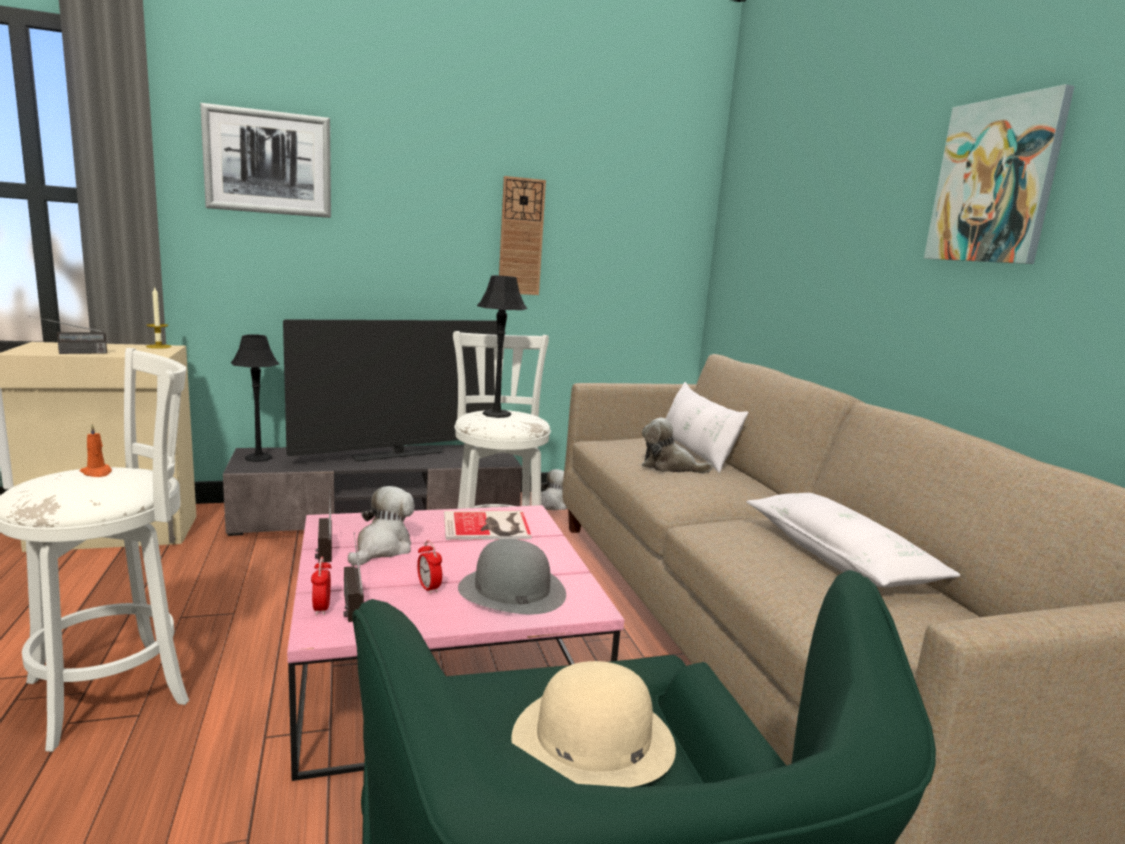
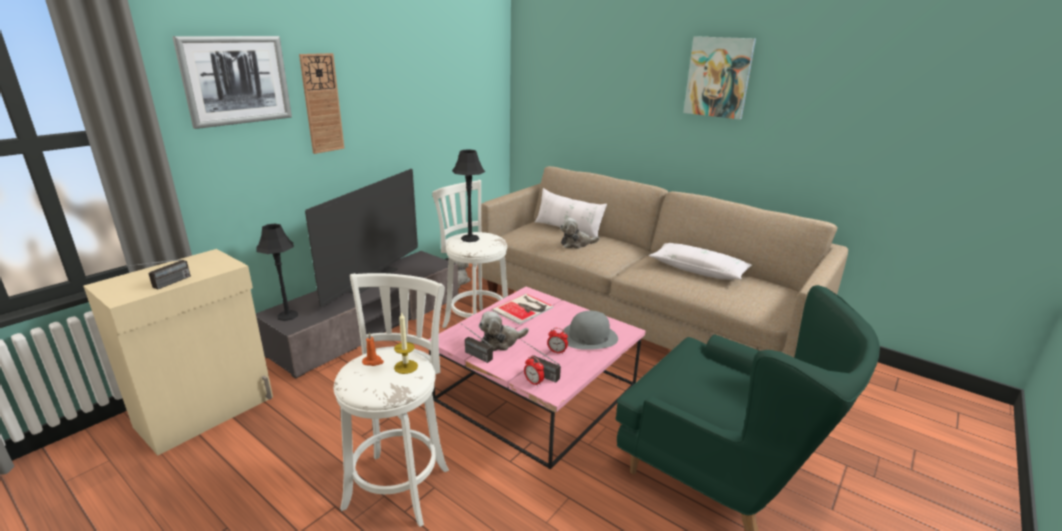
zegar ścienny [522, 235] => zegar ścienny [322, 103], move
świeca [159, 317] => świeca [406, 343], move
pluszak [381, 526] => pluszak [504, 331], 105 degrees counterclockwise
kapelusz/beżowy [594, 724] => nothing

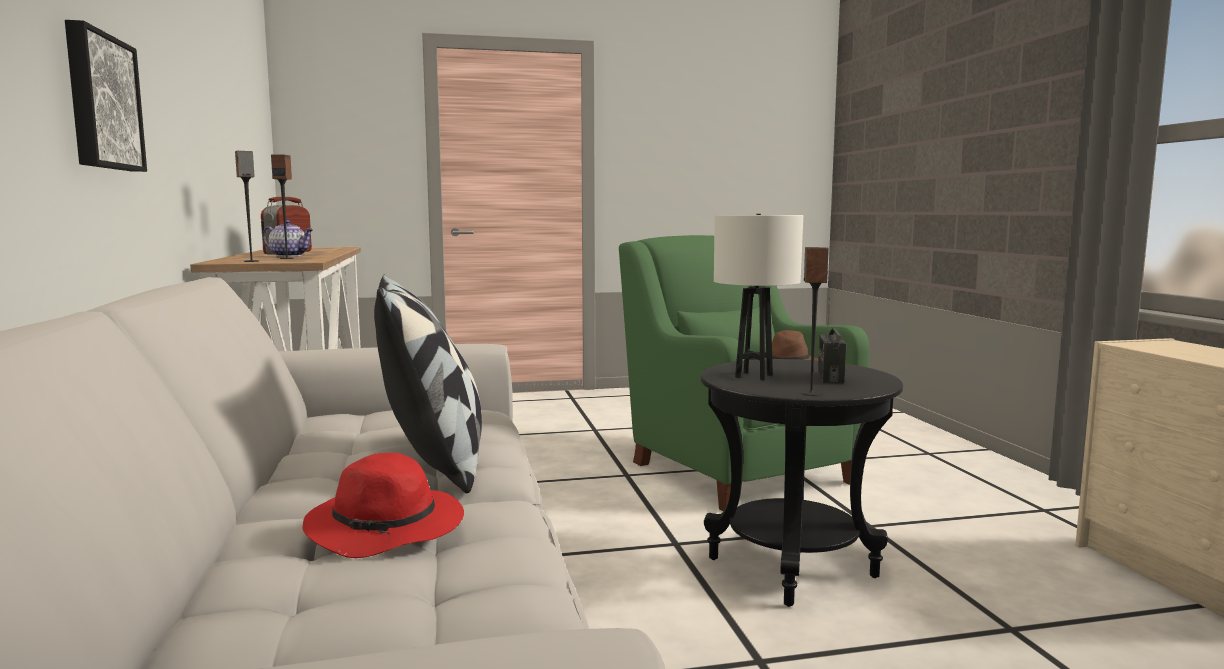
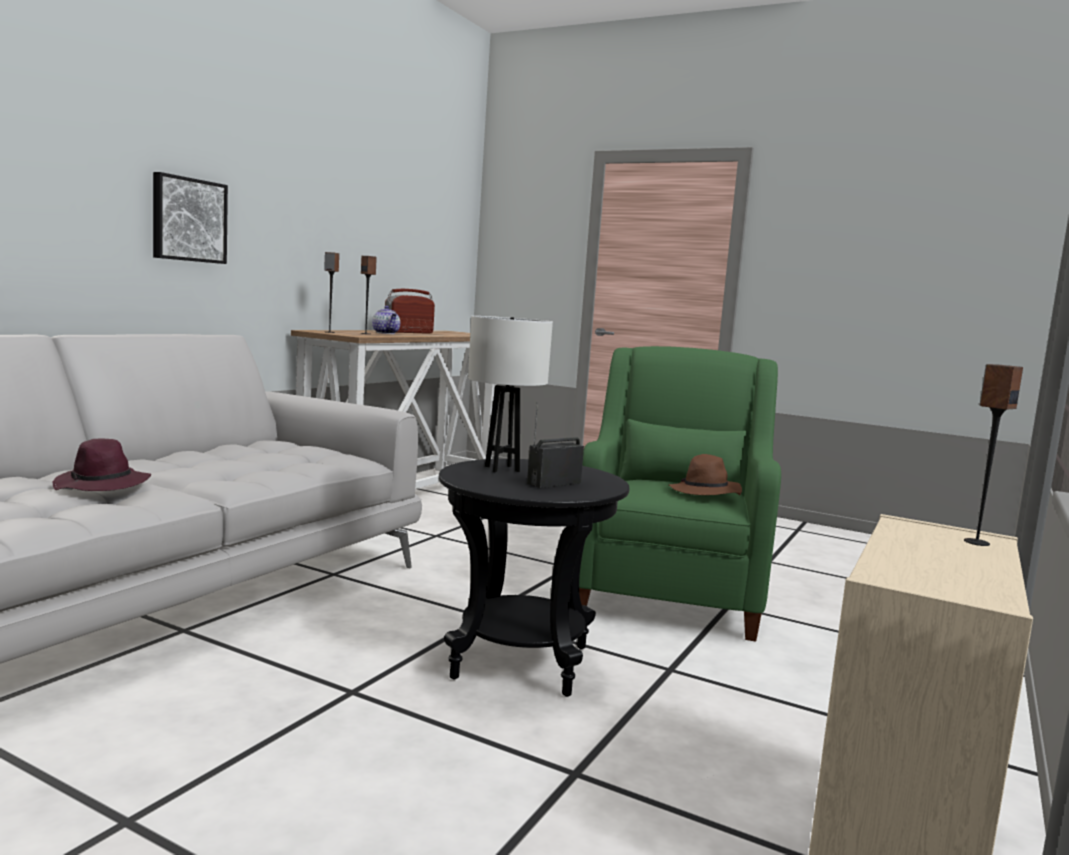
kapelusz/czerwony [383, 505] => kapelusz/fioletowy [101, 465]
głośnik [815, 321] => głośnik [993, 455], move
poduszka [428, 384] => nothing

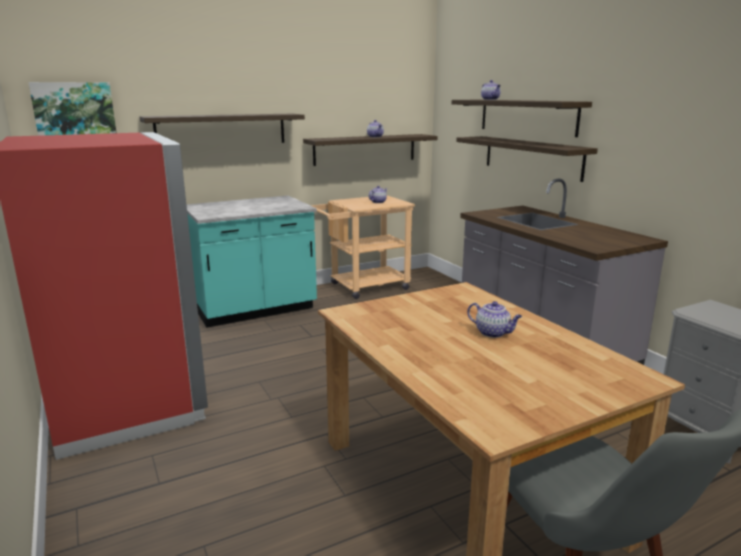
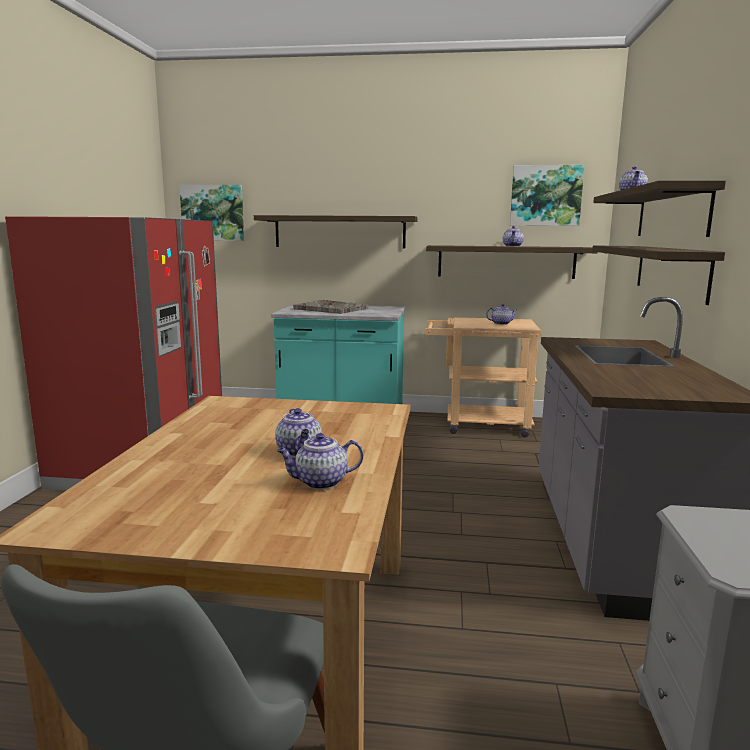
nothing => imbryk [320, 461]
nothing => taca/szary [331, 307]
nothing => obraz [547, 195]

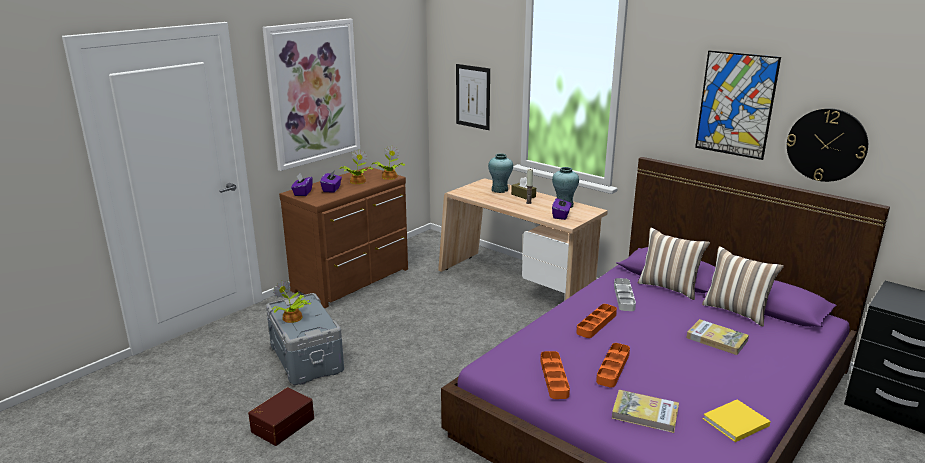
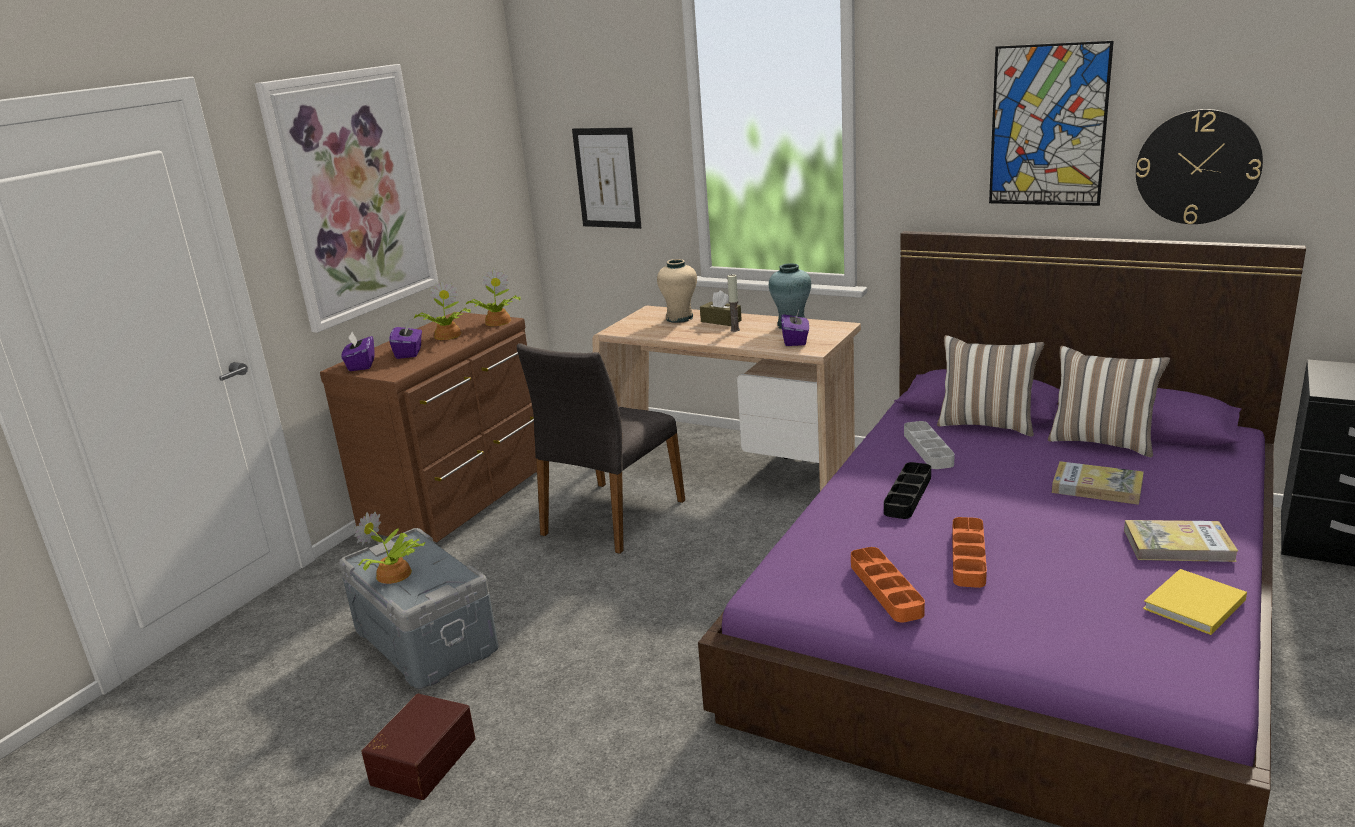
nothing => krzesło/szary [601, 448]
wazon/turkusowy [500, 173] => wazon/beżowy [677, 291]
taca/pomarańczowy [596, 321] => taca/czarny [907, 490]
książka [645, 411] => książka [1181, 541], move

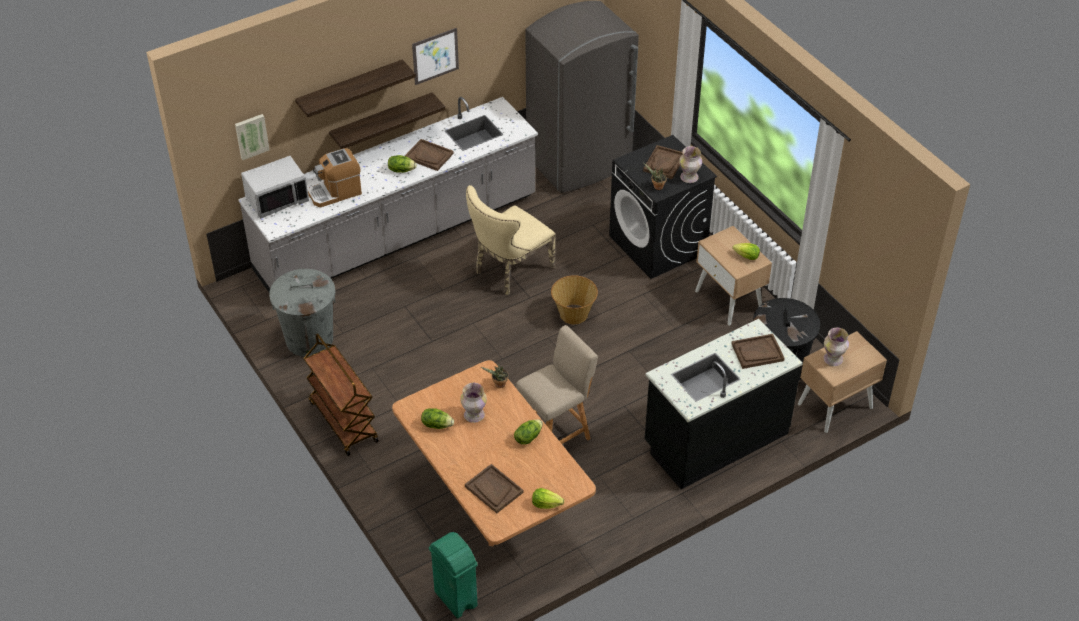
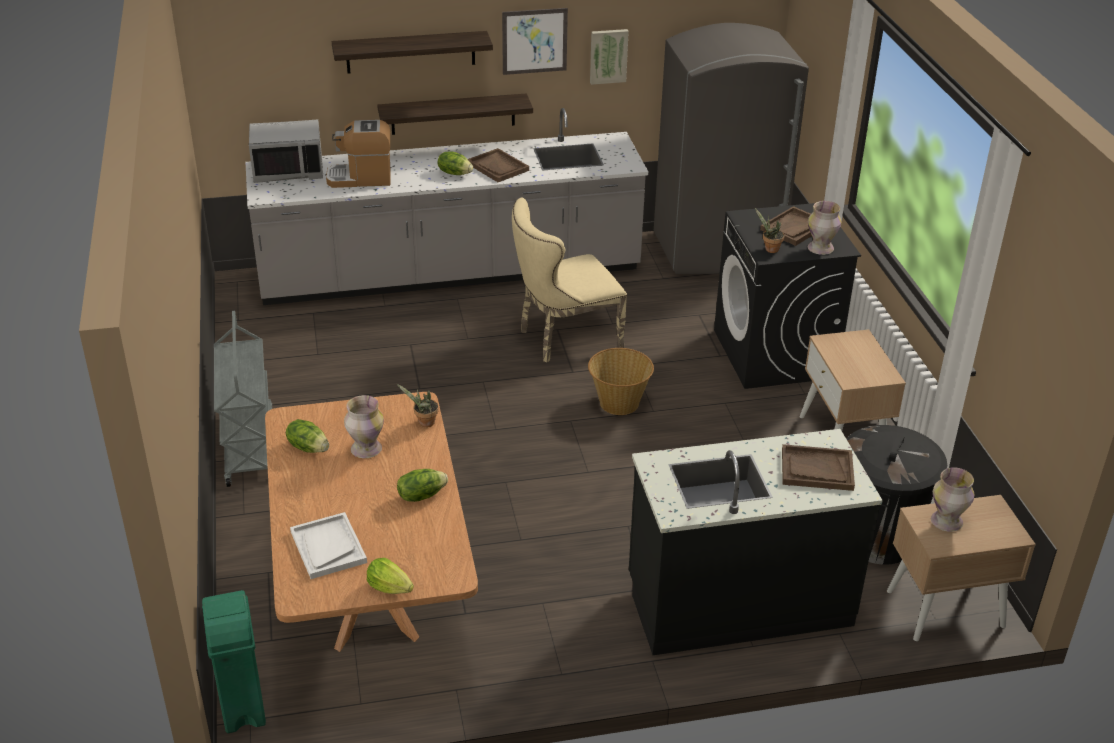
wózek/brązowy [341, 394] => wózek/szary [243, 399]
taca/brązowy [494, 488] => taca/biały [328, 545]
obraz [252, 137] => obraz [609, 57], move
kosz na śmieci/szary [302, 313] => nothing
krzesło/beżowy [557, 384] => nothing
sałata [746, 251] => nothing

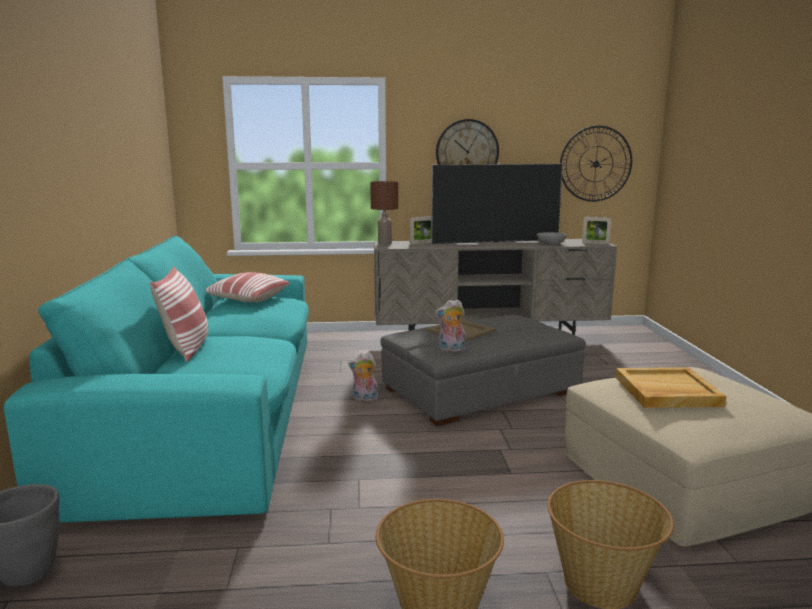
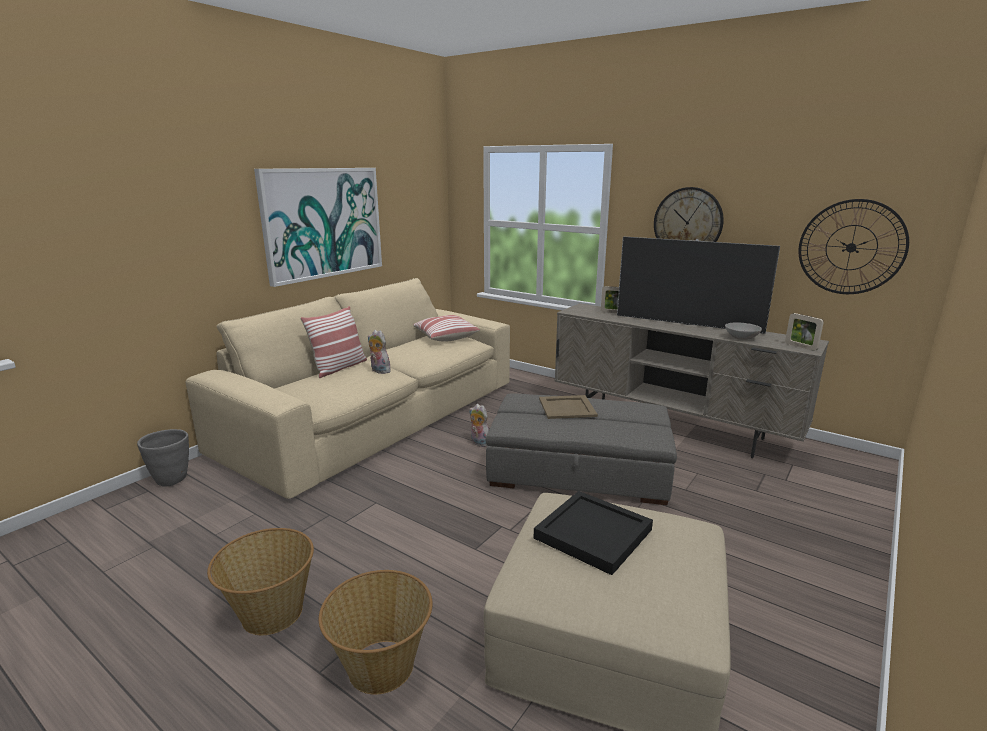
kanapa/turkusowy [156, 379] => kanapa/beżowy [348, 388]
nothing => obraz [318, 227]
pluszak [450, 325] => pluszak [379, 352], move
taca/beżowy [671, 387] => taca/czarny [593, 533]
lampa stołowa/brązowy [384, 213] => nothing

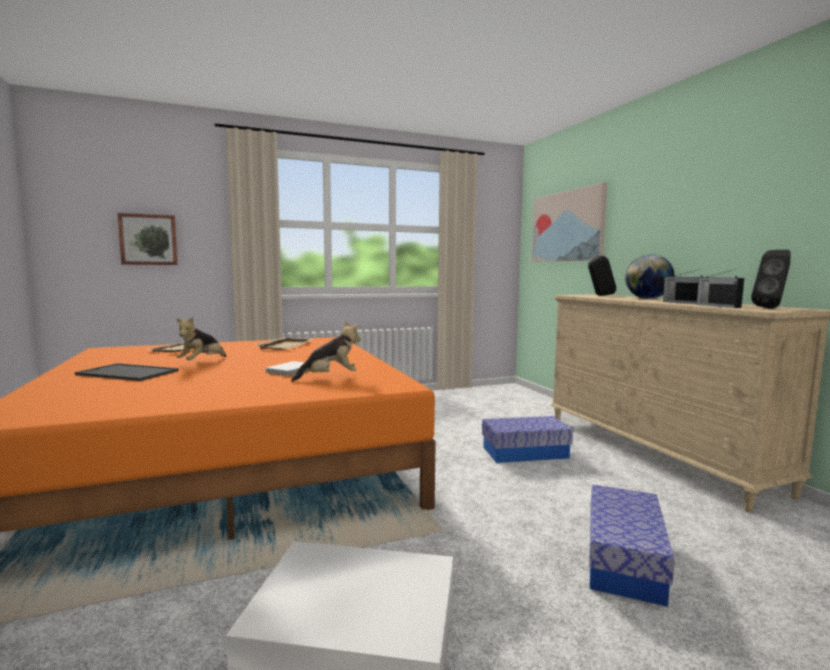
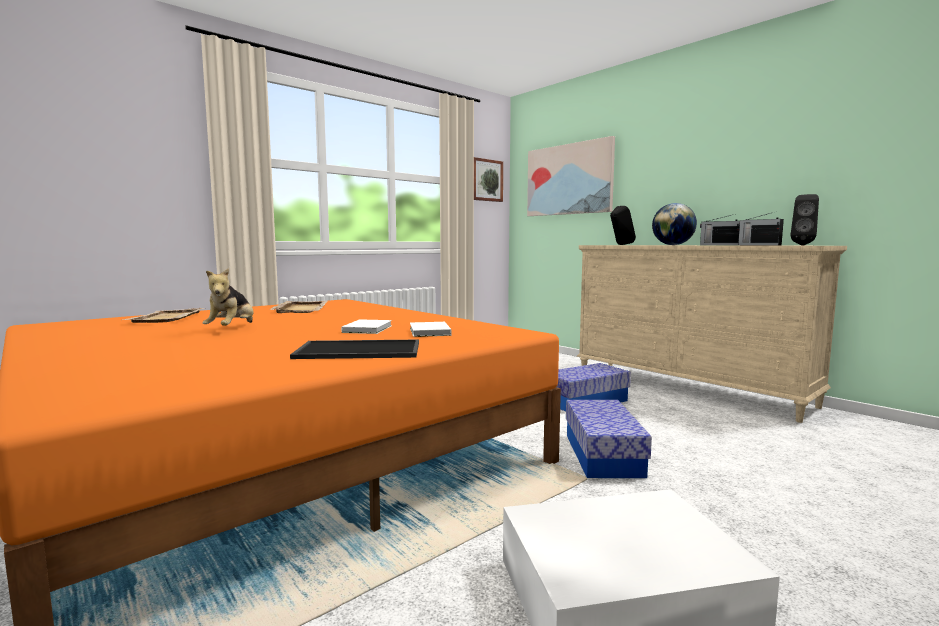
taca [127, 372] => taca [354, 349], move
pluszak [326, 352] => książka/biały [431, 329]
obraz [148, 239] => obraz [488, 179], move
pojemnik do przechowywania [632, 545] => pojemnik do przechowywania [609, 439], move

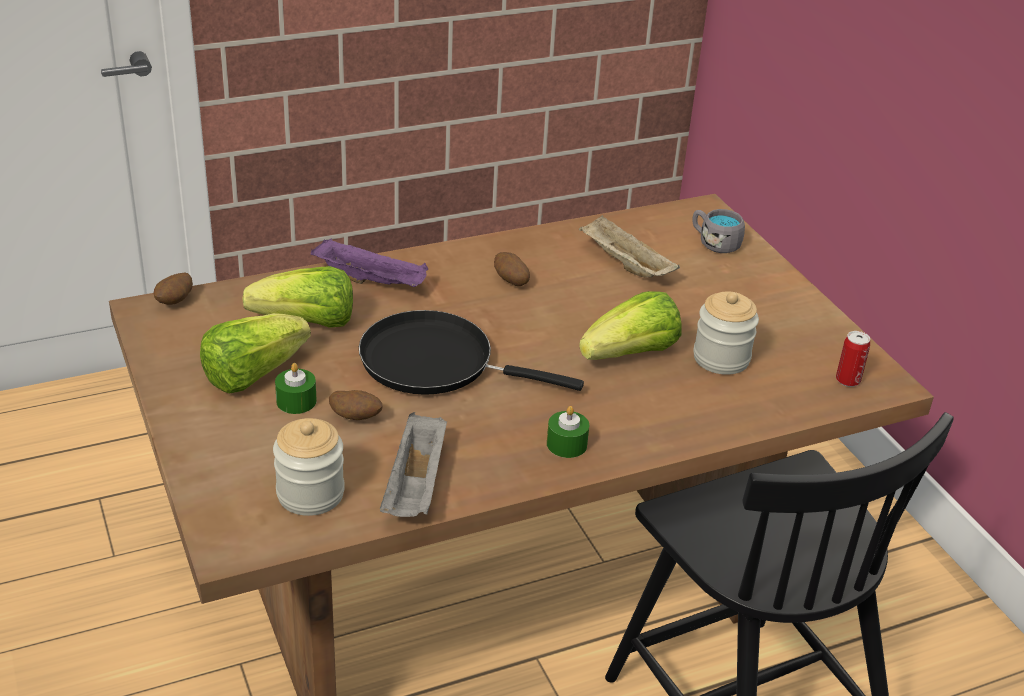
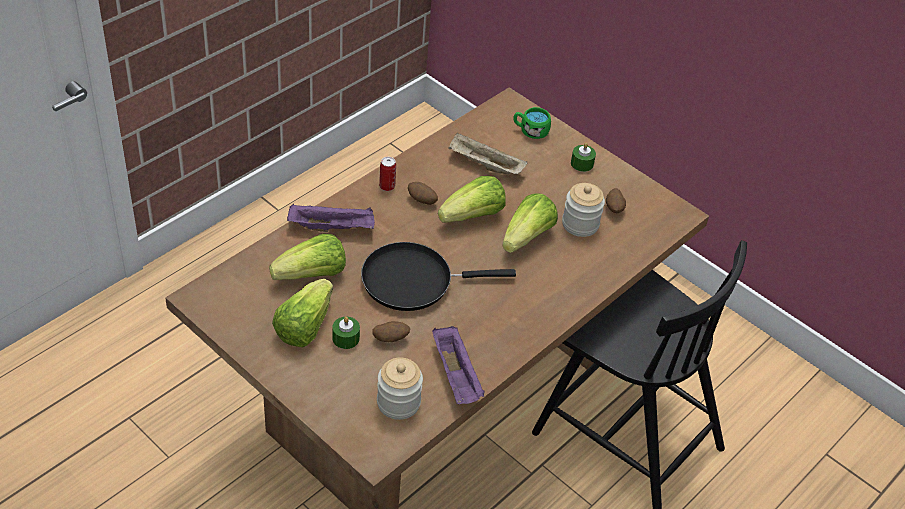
puszka [853, 359] => puszka [387, 174], move
taca/szary [413, 464] => taca/fioletowy [458, 365]
nothing => sałata [472, 199]
kubek/szary [719, 231] => kubek/zielony [532, 123]
świeca/zielony [568, 432] => świeca/zielony [583, 157], move
ziemniak [173, 289] => ziemniak [616, 200], move

